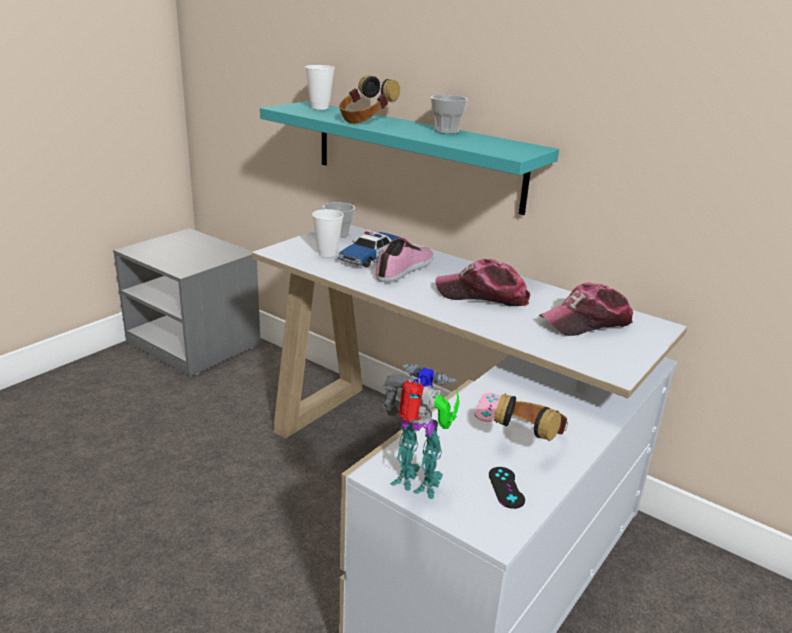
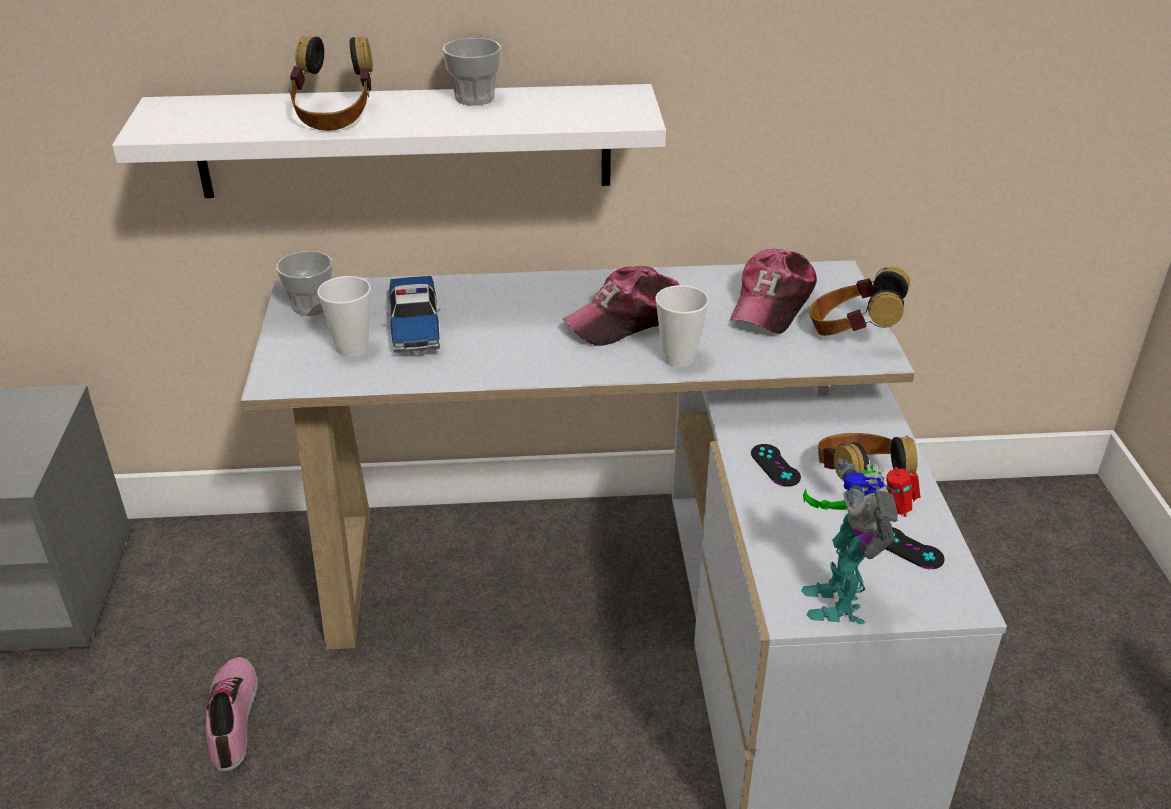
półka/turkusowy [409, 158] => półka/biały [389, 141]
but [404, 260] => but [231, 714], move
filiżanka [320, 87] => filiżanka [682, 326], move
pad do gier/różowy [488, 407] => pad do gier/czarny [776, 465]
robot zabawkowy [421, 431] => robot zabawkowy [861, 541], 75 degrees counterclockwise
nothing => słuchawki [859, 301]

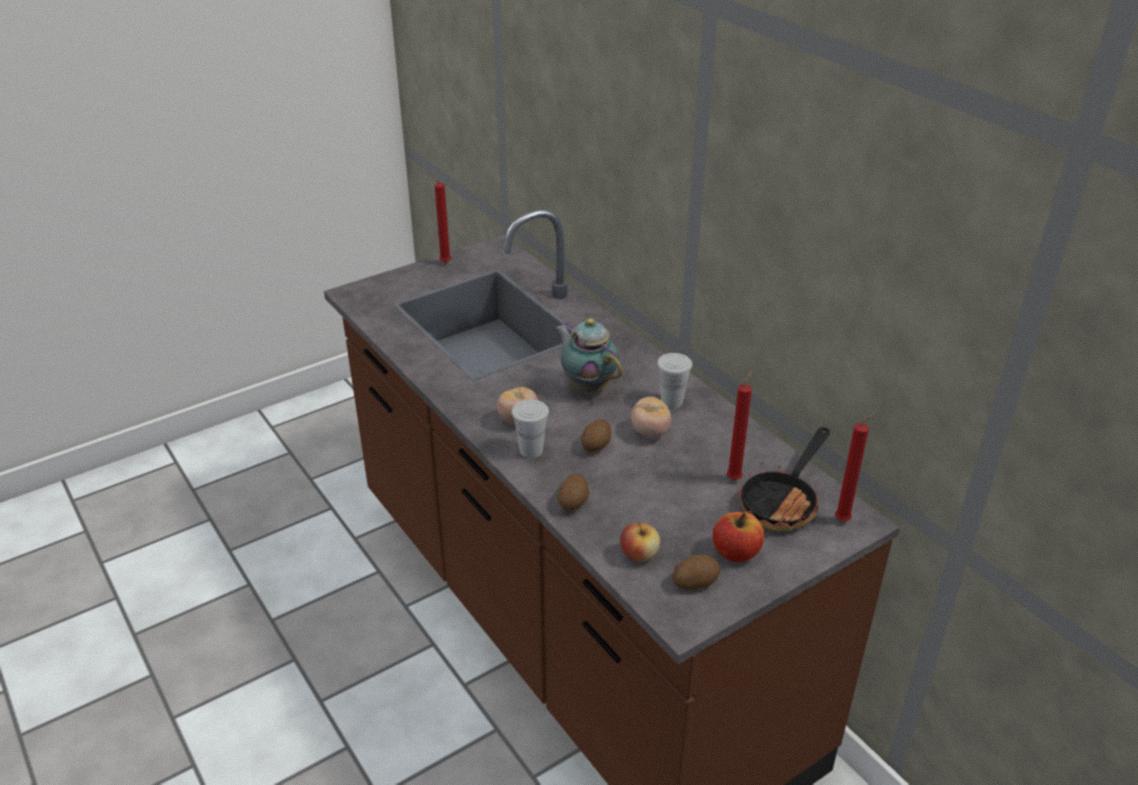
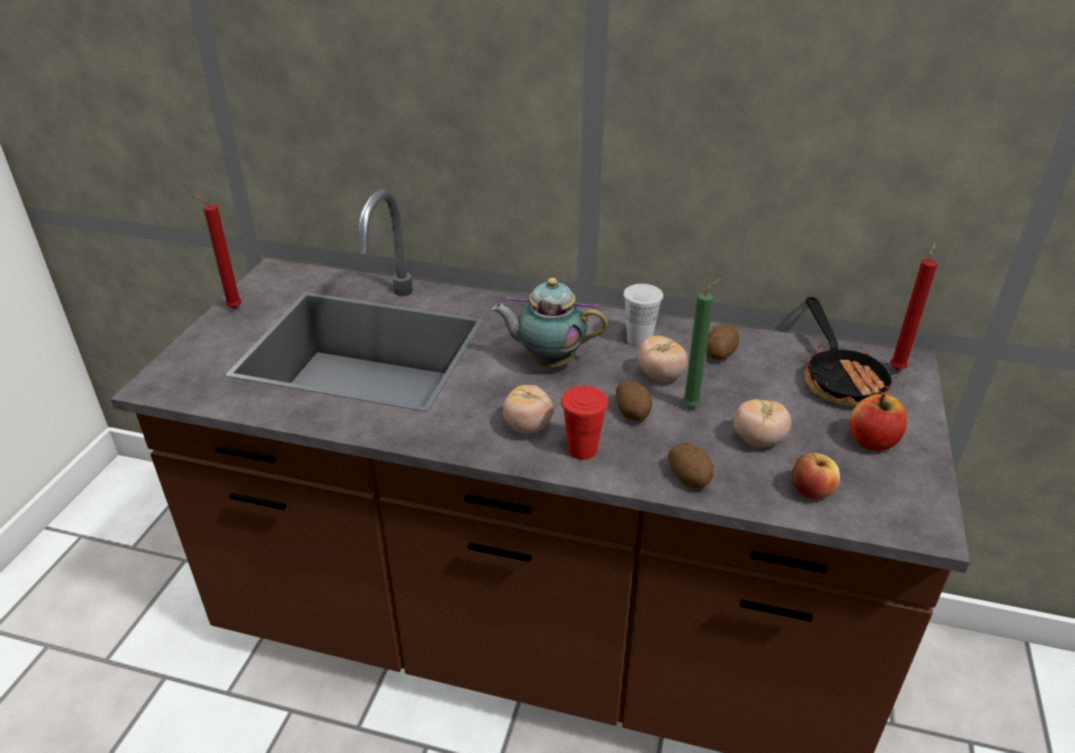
filiżanka/biały [530, 429] => filiżanka/czerwony [584, 423]
nothing => świeca/zielony [702, 342]
ziemniak [697, 572] => ziemniak [722, 342], move
nothing => pomidor [762, 423]
świeca/czerwony [740, 425] => nothing

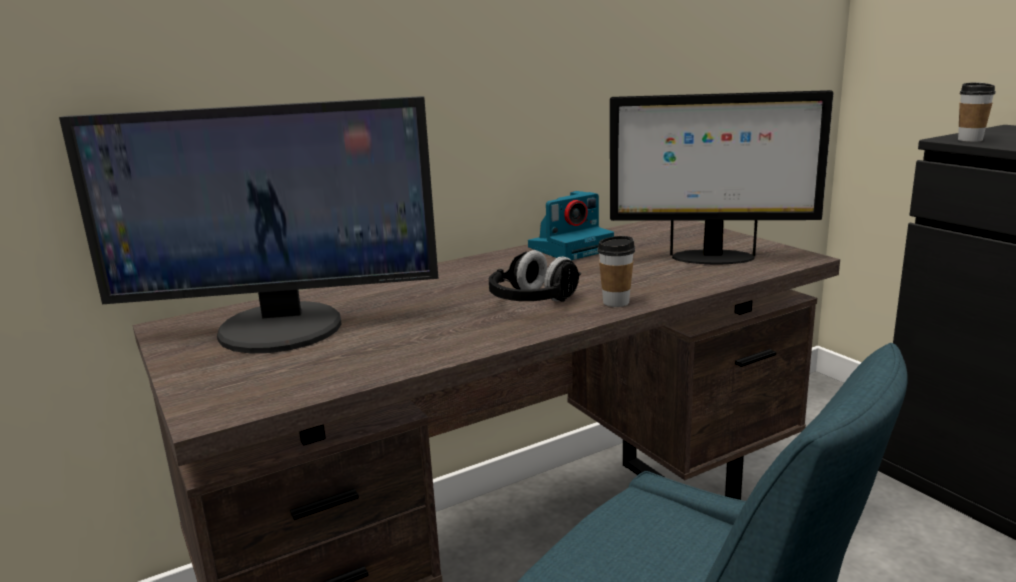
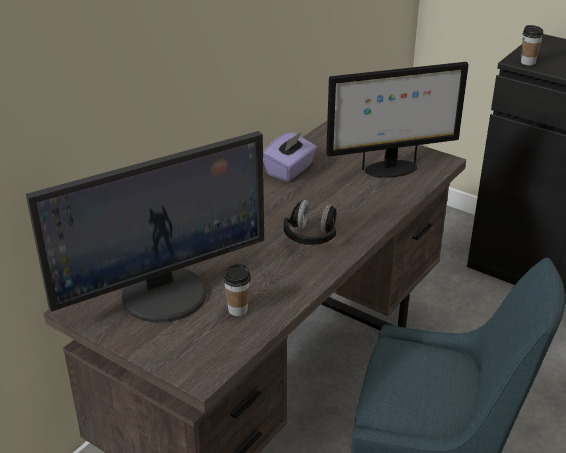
filiżanka [616, 271] => filiżanka [237, 290], move
aparat fotograficzny [571, 225] => pudełko chusteczek/fioletowy [290, 157]

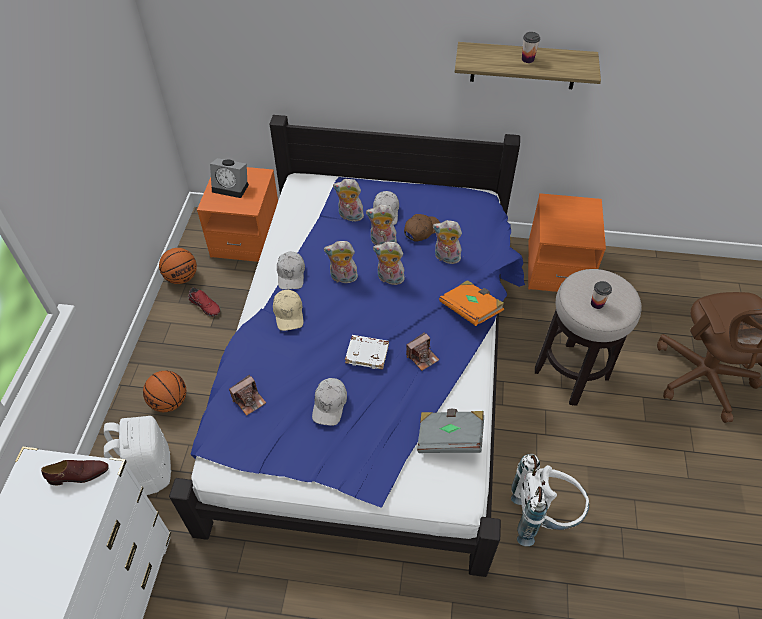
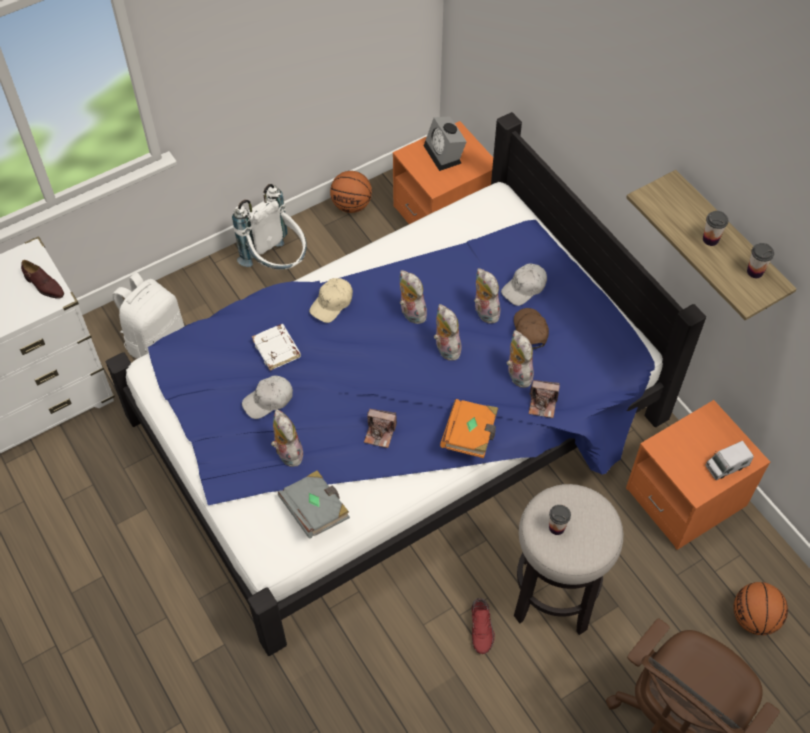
plecak/biały [550, 500] => plecak/biały [269, 227], move
książka/biały [367, 352] => książka/biały [276, 347], move
pluszak [348, 200] => pluszak [287, 438], move
but/czerwony [204, 302] => but/czerwony [483, 626], move
czapka z daszkiem/brązowy [422, 228] => czapka z daszkiem/brązowy [531, 328], 105 degrees counterclockwise
aparat fotograficzny [247, 395] => aparat fotograficzny [544, 399], move
nothing => ciężarówka zabawkowa [729, 460]
piłka do koszykówki [164, 391] => piłka do koszykówki [760, 608], move
nothing => filiżanka [760, 260]
czapka z daszkiem/biały [291, 271] => nothing

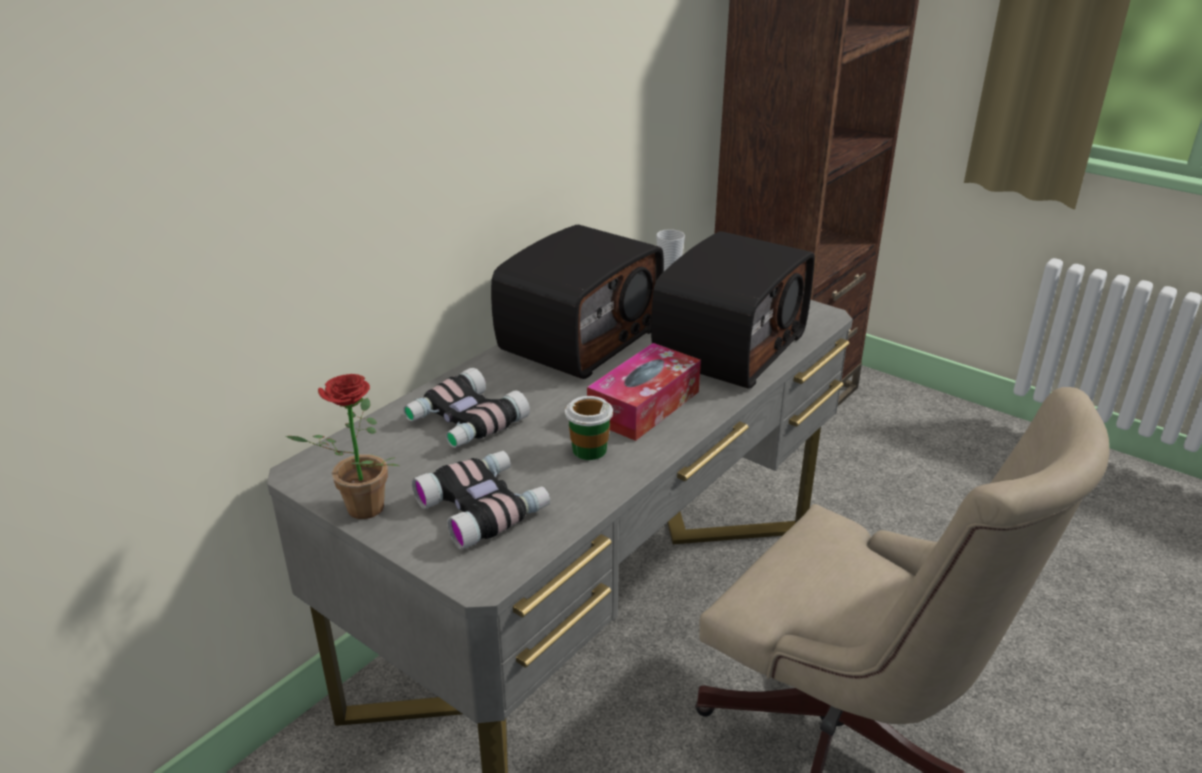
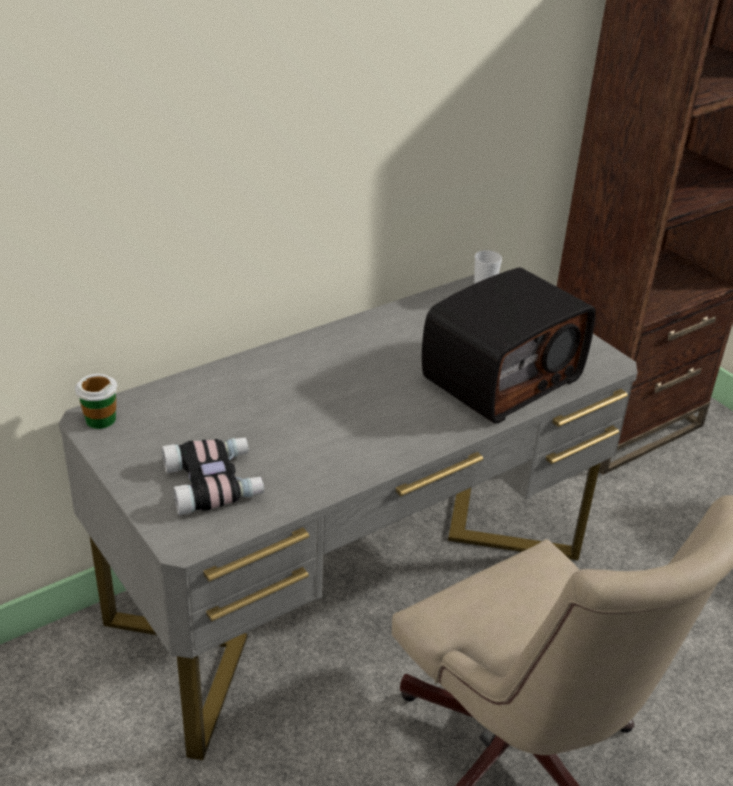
filiżanka [589, 428] => filiżanka [96, 401], move
roślina doniczkowa [342, 446] => nothing
lornetka [466, 408] => nothing
radio [577, 301] => nothing
pudełko chusteczek [644, 392] => nothing

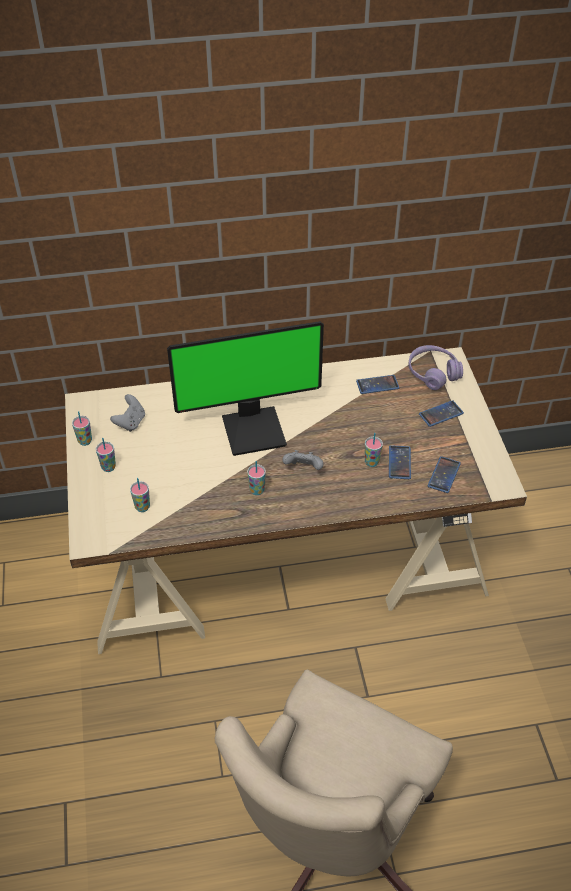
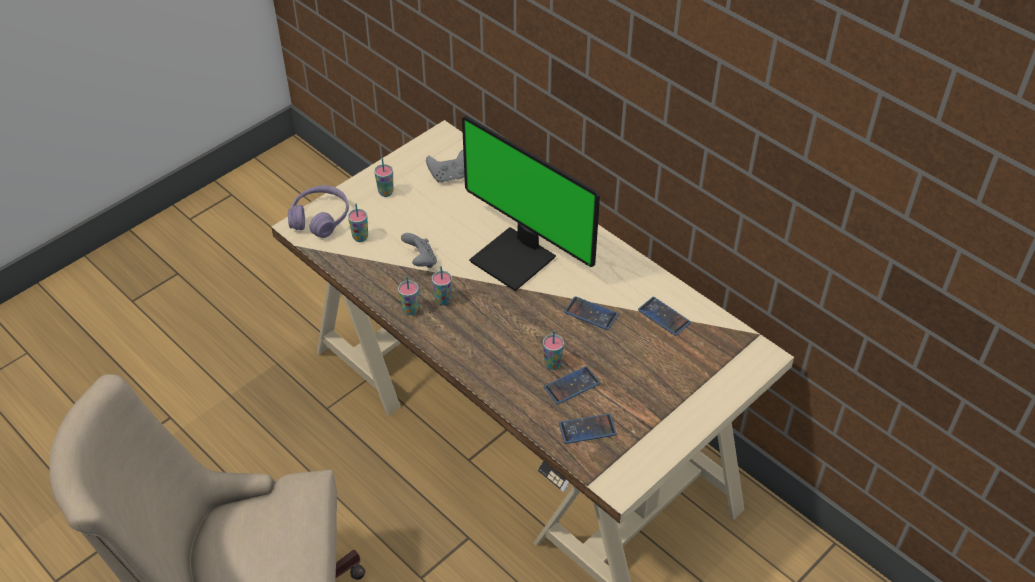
słuchawki/fioletowy [435, 367] => słuchawki/fioletowy [318, 211], move
filiżanka [82, 428] => filiżanka [408, 295], move
pad do gier/szary [302, 460] => pad do gier/szary [419, 250], move
telefon [441, 413] => telefon [591, 313], move

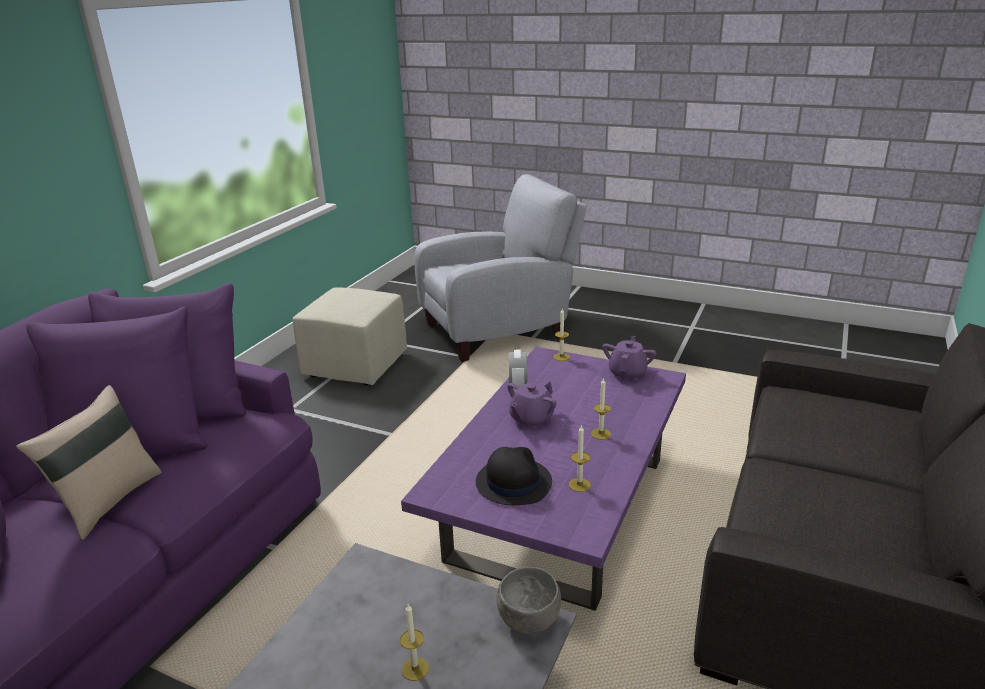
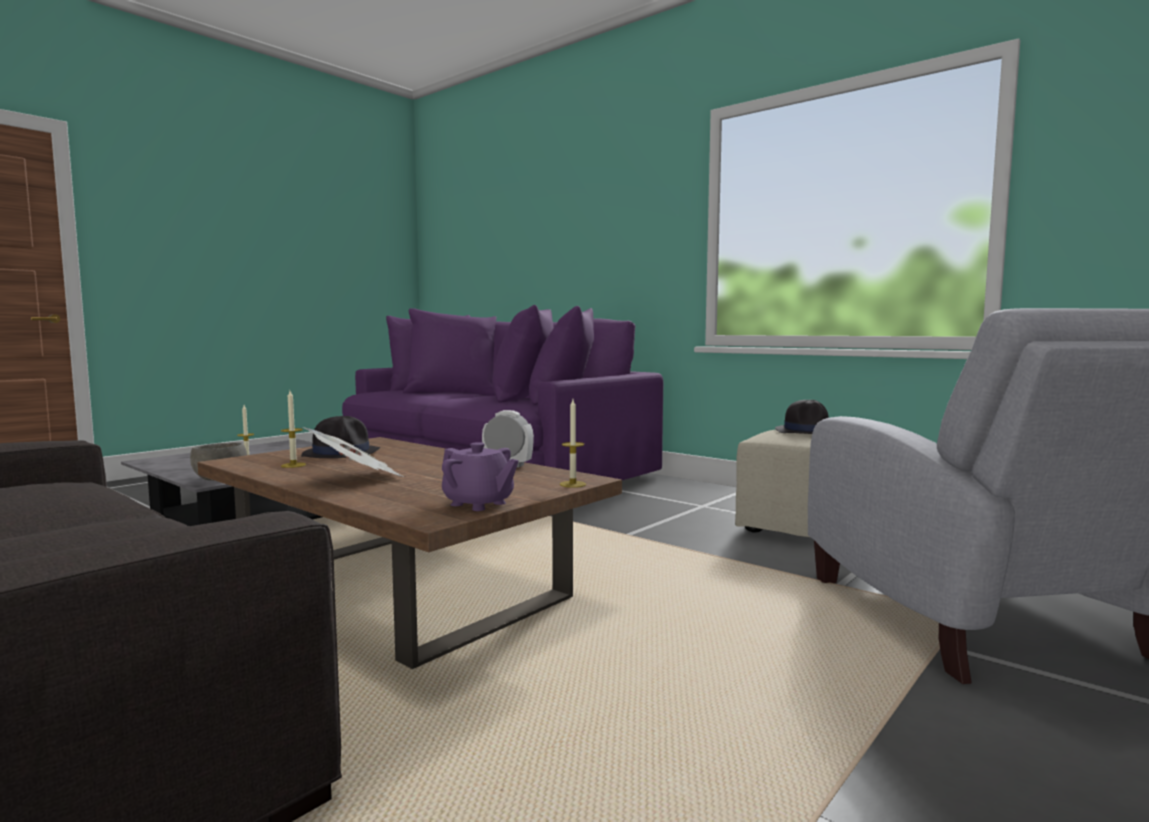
ława/fioletowy [543, 479] => ława/brązowy [409, 553]
świeca [601, 409] => gazeta [353, 452]
nothing => kapelusz/czarny [802, 417]
poduszka/beżowy [88, 462] => nothing
imbryk/fioletowy [532, 404] => nothing

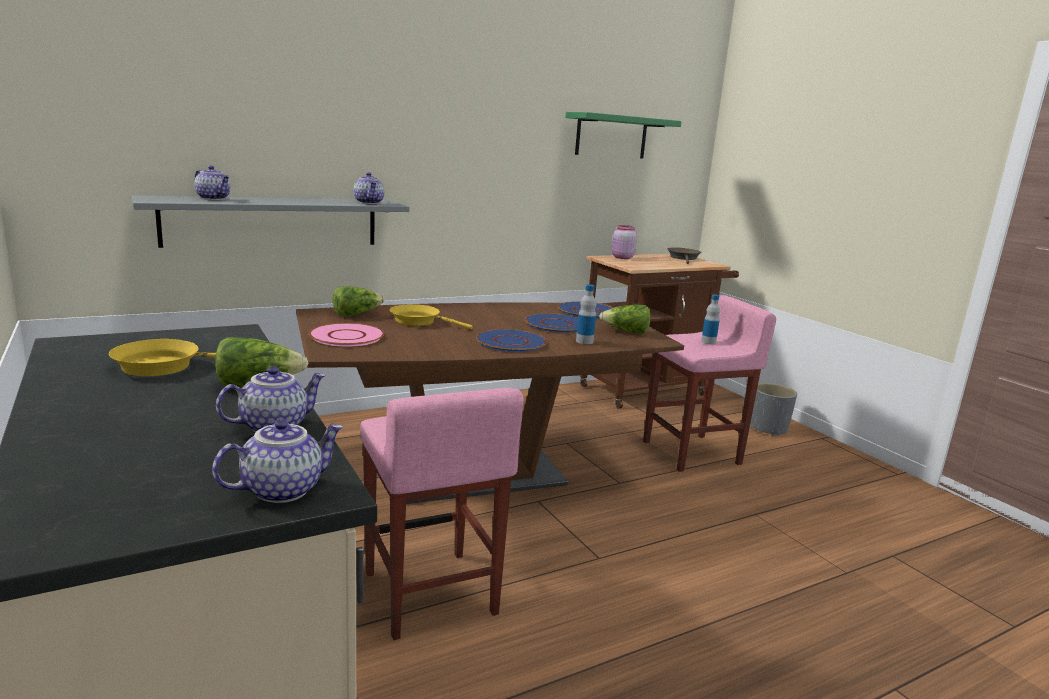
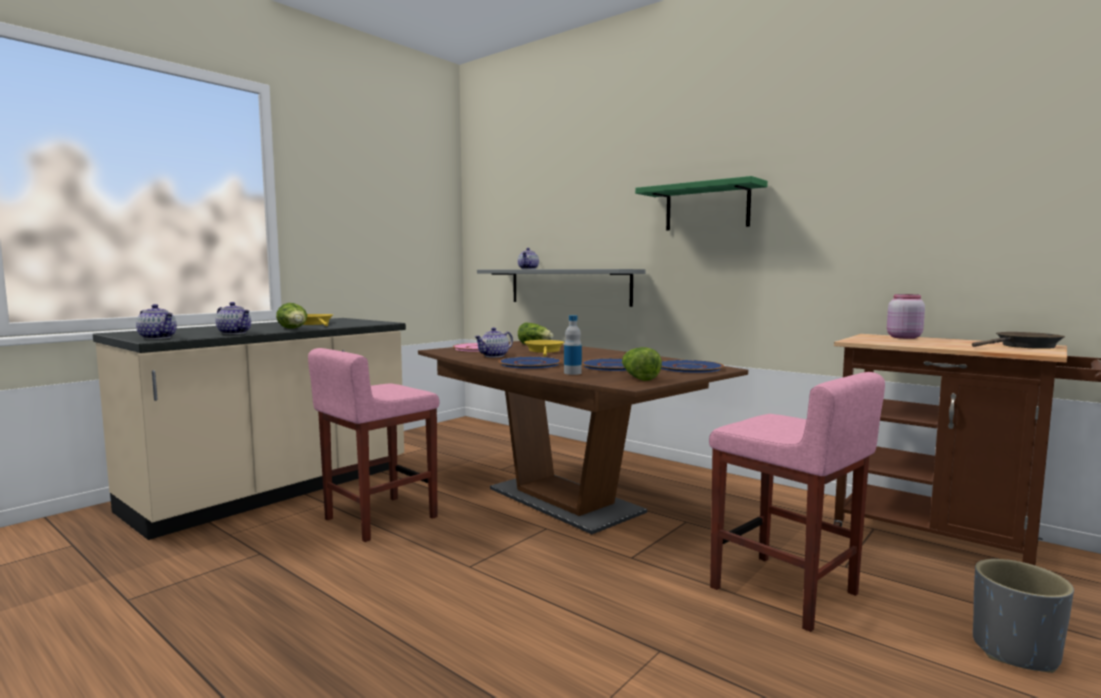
imbryk [369, 188] => imbryk [493, 342], move
półka/zielony [624, 135] => półka/zielony [701, 203], move
butelka [710, 319] => nothing

